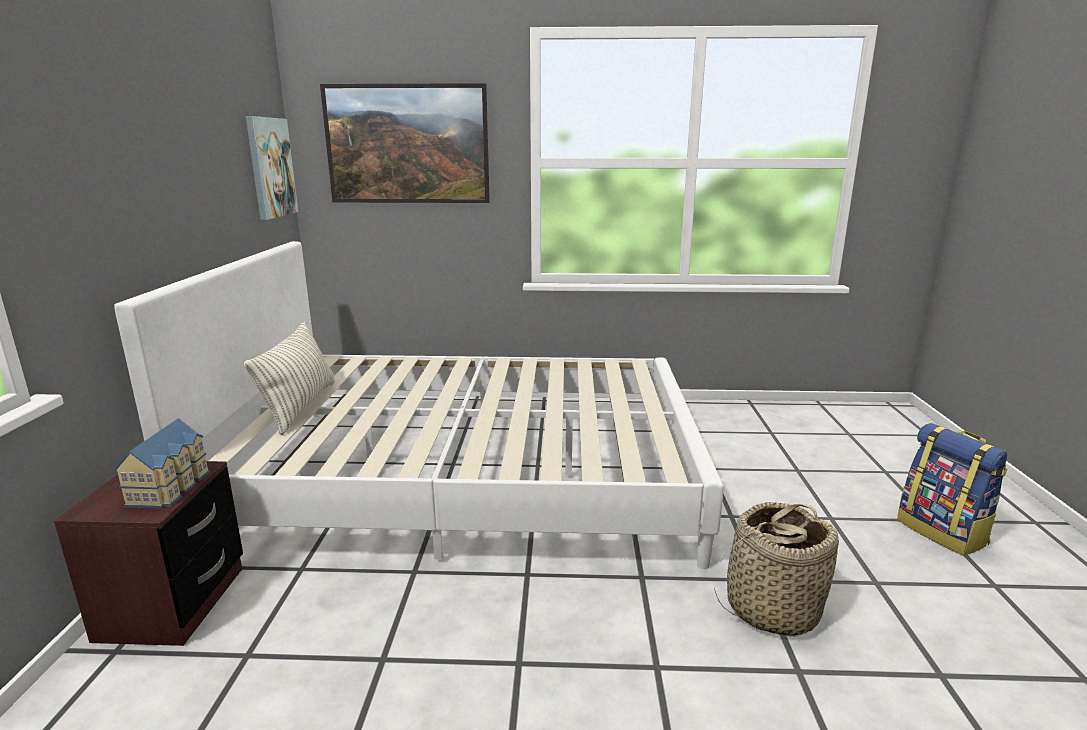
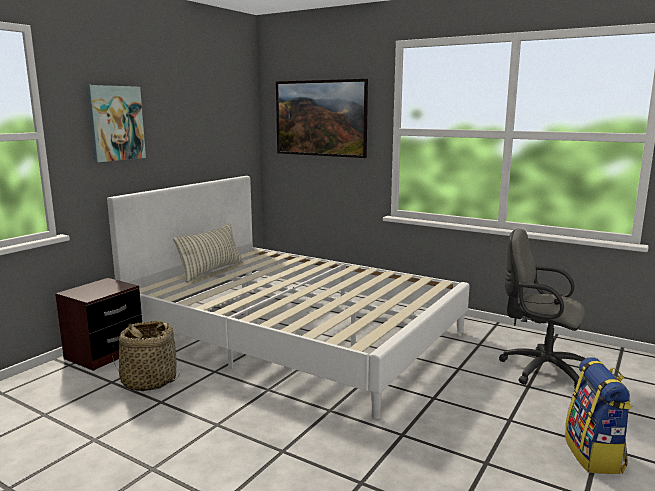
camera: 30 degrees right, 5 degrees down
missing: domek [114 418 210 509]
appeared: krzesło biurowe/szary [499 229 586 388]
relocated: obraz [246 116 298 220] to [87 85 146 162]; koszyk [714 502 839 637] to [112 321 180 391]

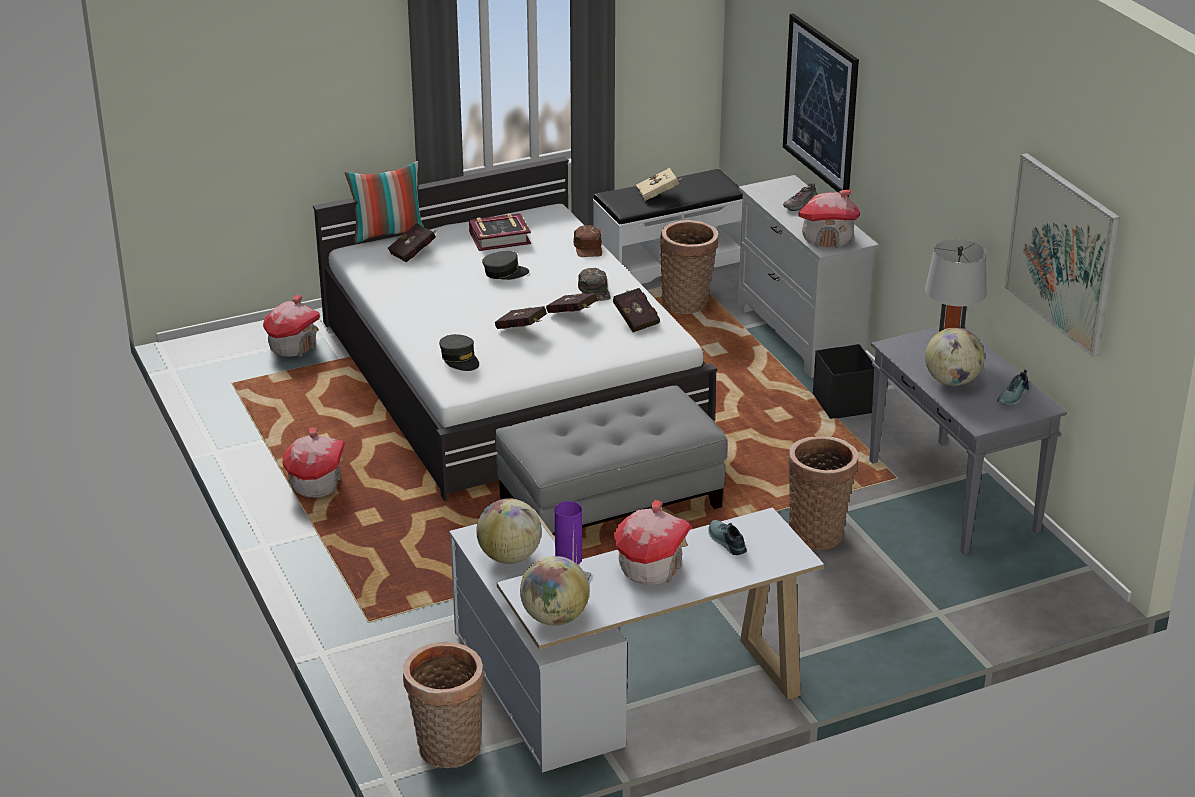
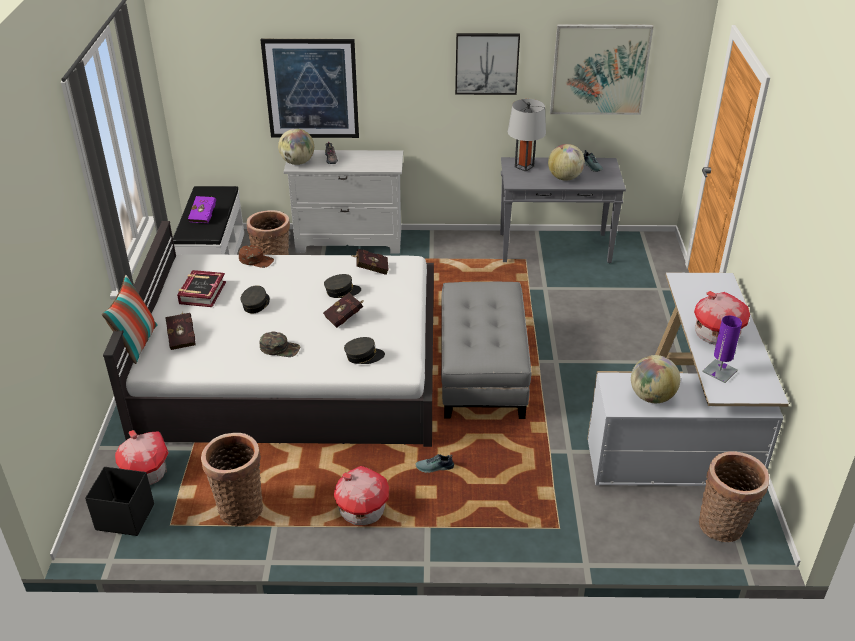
camera: 65 degrees left, 5 degrees up
missing: domek [799 190 860 248]
appeared: obraz [455 33 520 95]
relocated: czapka z daszkiem/zielony [578 268 611 301] to [260 331 300 357]; pojemnik do przechowywania/czarny [813 344 874 419] to [85 467 154 536]; koszyk [788 436 858 550] to [201 433 263 527]; but [708 520 747 555] to [416 454 454 473]; globus [520 556 589 626] to [278 128 314 165]
exchanged: książka/czerwony [546 293 598 313] to czapka z daszkiem/szary [324 274 361 298]
colour: książka/beżowy [636 168 682 201] to książka/fioletowy [188 196 216 223]

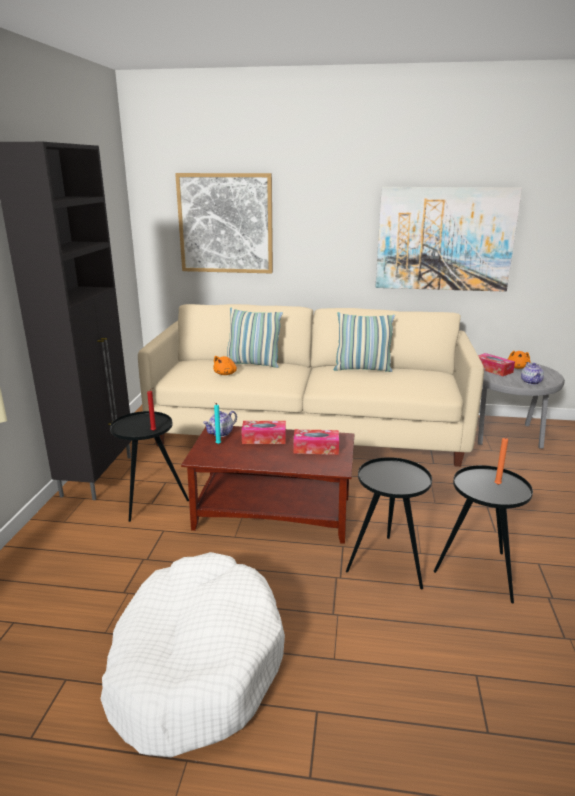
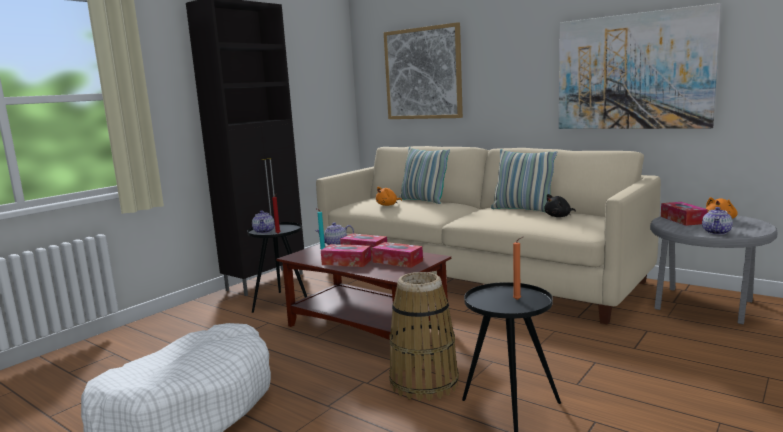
camera: 30 degrees right, 10 degrees down
appeared: pluszak/czarny [544 194 576 217]; imbryk [252 210 275 233]; pudełko chusteczek [321 244 371 267]
exchanged: stolik/czarny [346 457 432 590] to koszyk [389 272 459 401]

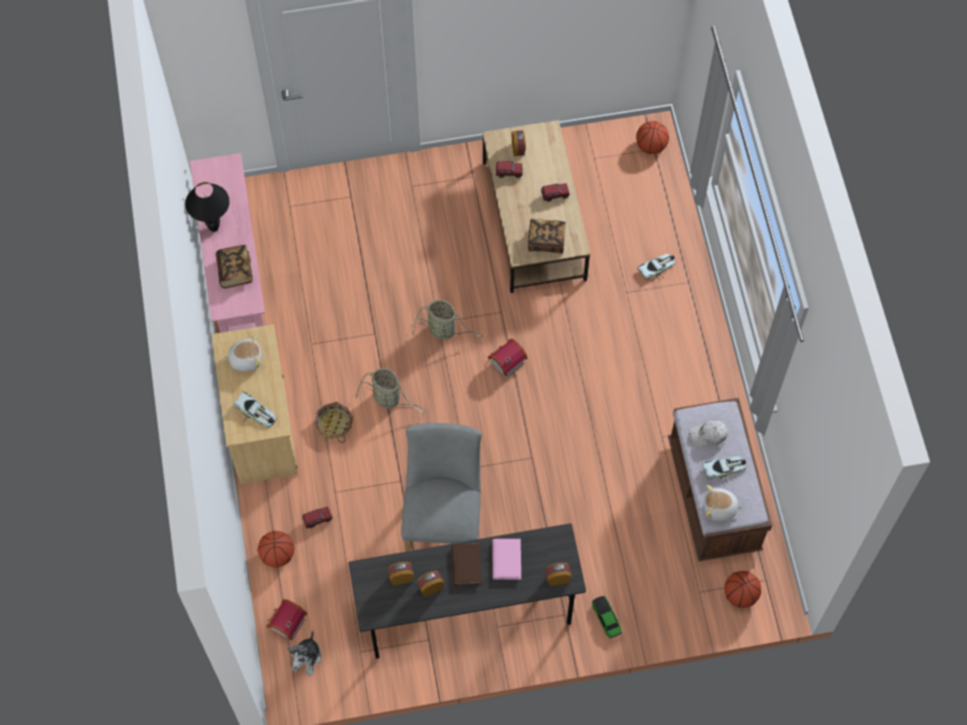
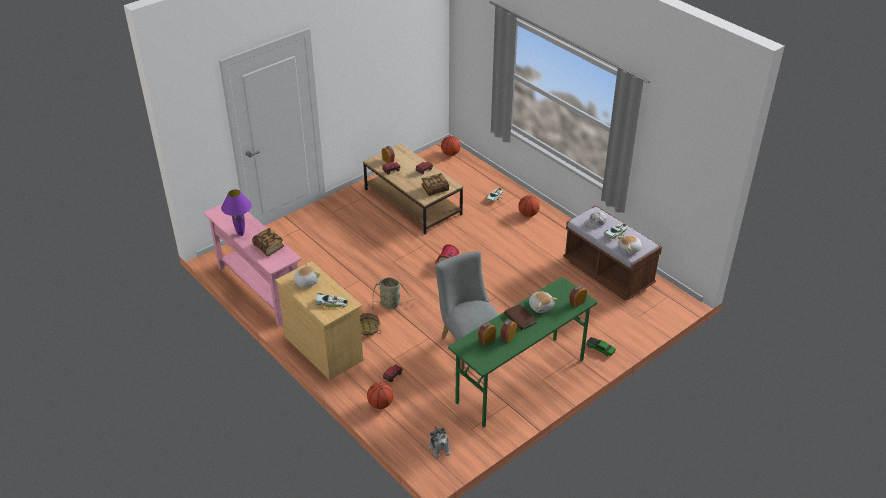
camera: 30 degrees left, 25 degrees down
missing: koszyk [412 300 483 340]; domek [266 599 307 641]
relocated: piłka do koszykówki [724 571 761 608] to [518 195 540 217]
exchanged: książka/różowy [492 539 521 580] to pluszak [529 292 557 313]
colour: lampa stołowa/czarny [185 182 230 232] to lampa stołowa/fioletowy [221 189 252 236]; biurko/szary [348 523 586 659] to biurko/zielony [448 277 597 428]

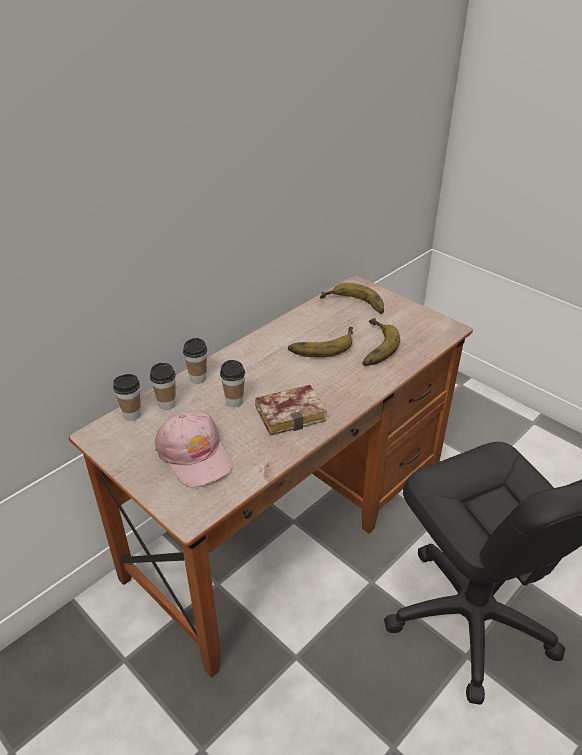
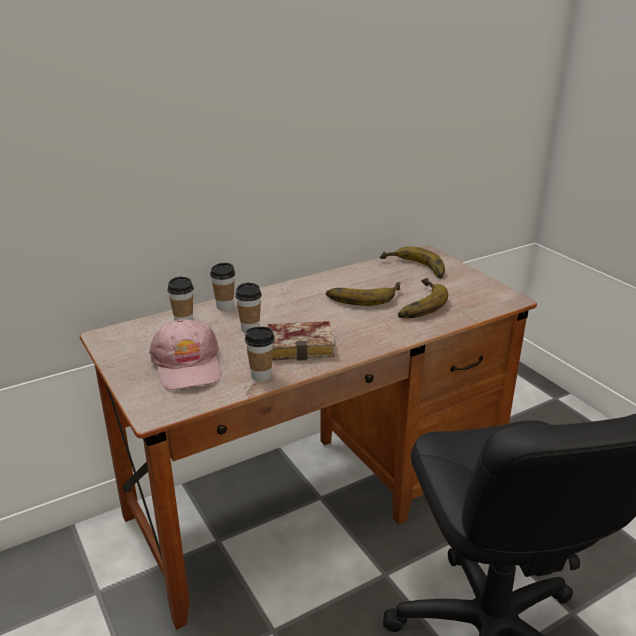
camera: 15 degrees right, 10 degrees down
relocated: filiżanka [113 374 141 421] to [245 327 274 381]

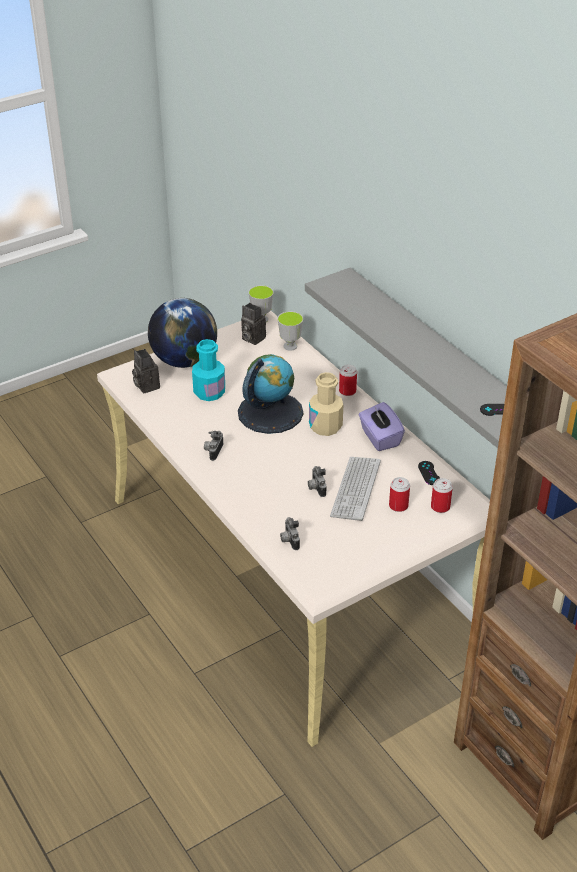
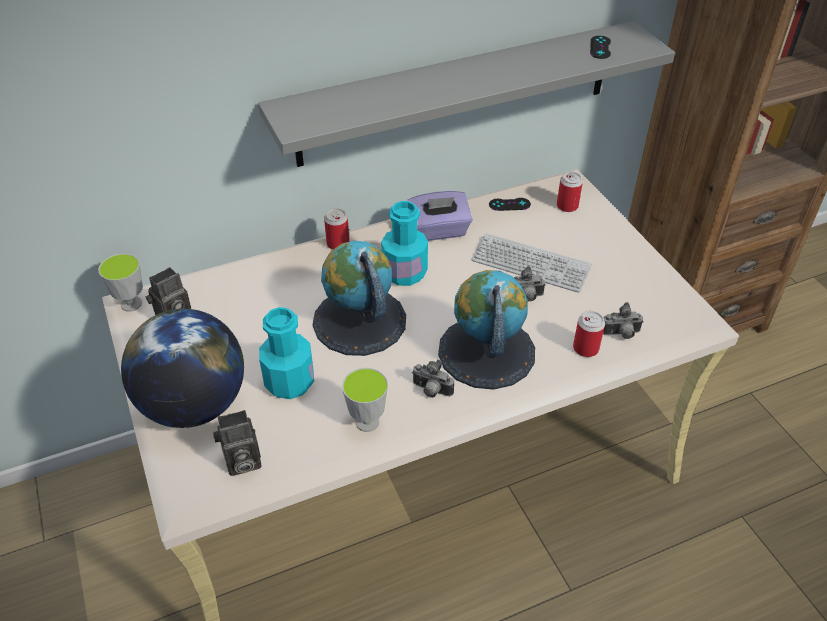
camera: 80 degrees left, 5 degrees up
appeared: globus [438 270 535 390]
relocated: filiżanka [277 311 303 351] to [342 368 388 432]; puszka [389 477 410 512] to [573 311 605 357]
colour: butelka/beżowy [309 372 343 436] to butelka/turkusowy [381 201 428 286]

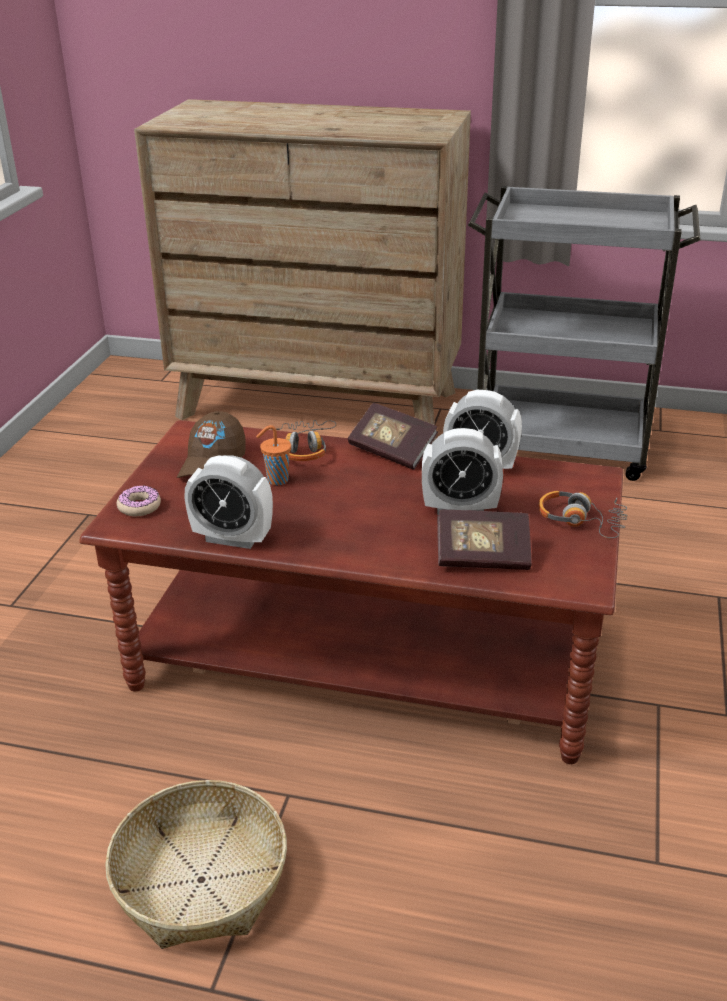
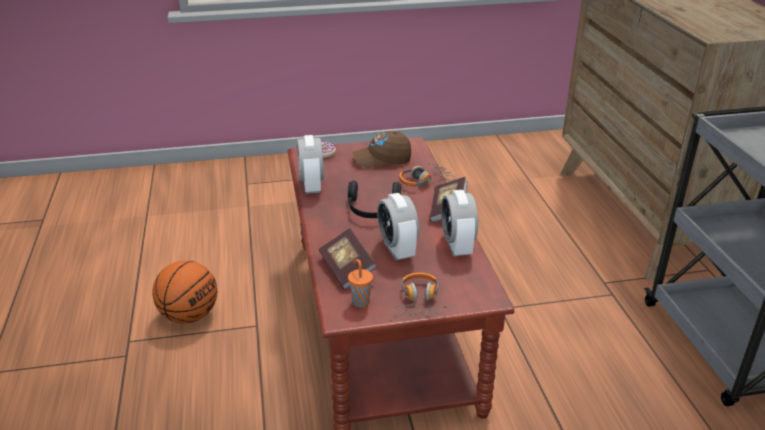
camera: 65 degrees right, 0 degrees up
appeared: słuchawki/czarny [348 181 401 218]
relocated: filiżanka/pomarańczowy [256 425 291 485] to [348 259 373 308]
exchanged: koszyk [105 780 287 949] to piłka do koszykówki [152 260 217 324]

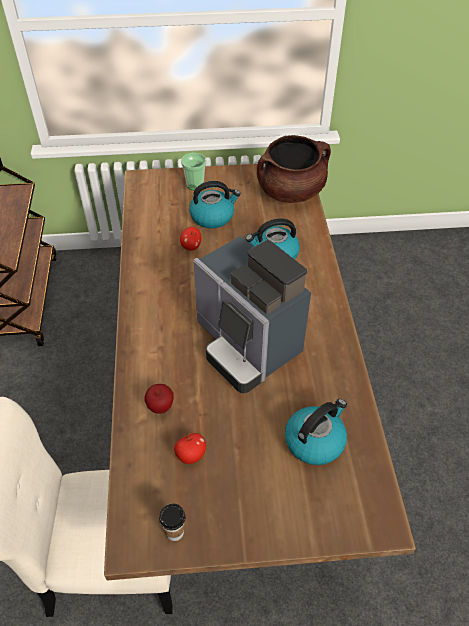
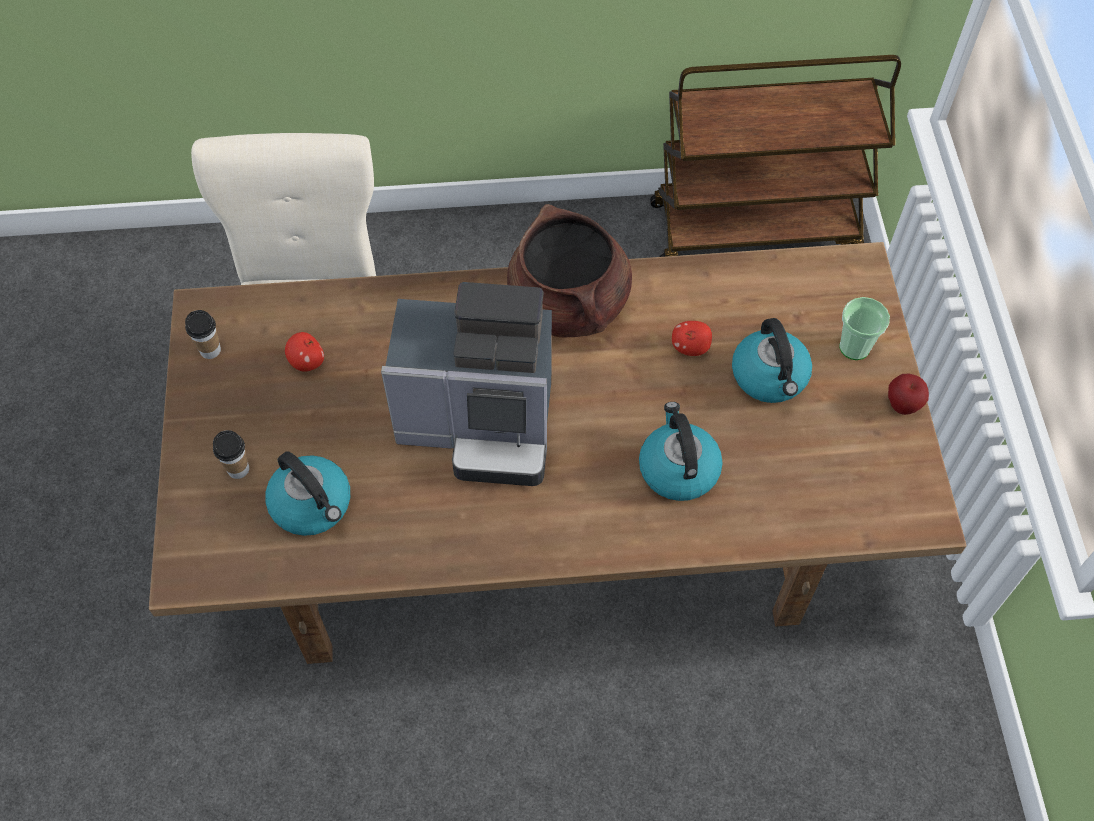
camera: 90 degrees right, 10 degrees up
appeared: filiżanka [213 430 249 479]
relocated: garnek/brązowy [257 135 331 203] to [507 204 632 337]; jabłko [145 384 174 414] to [888 374 929 415]
spun: ekspres do kawy [193 236 311 394] = [381 282 552 486] 135 degrees counterclockwise

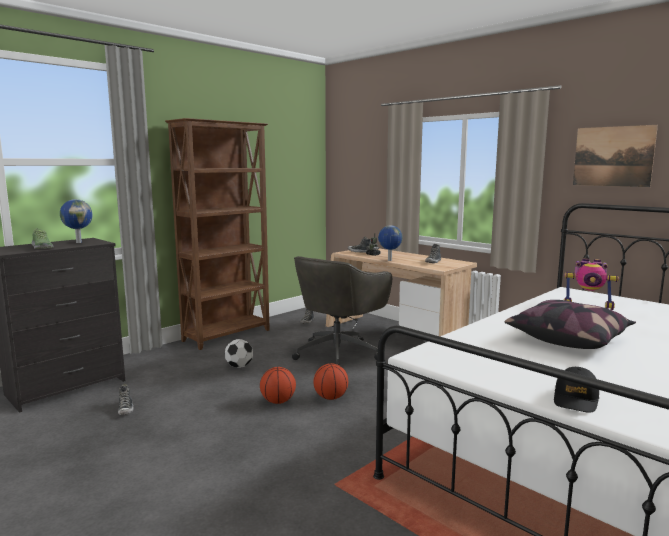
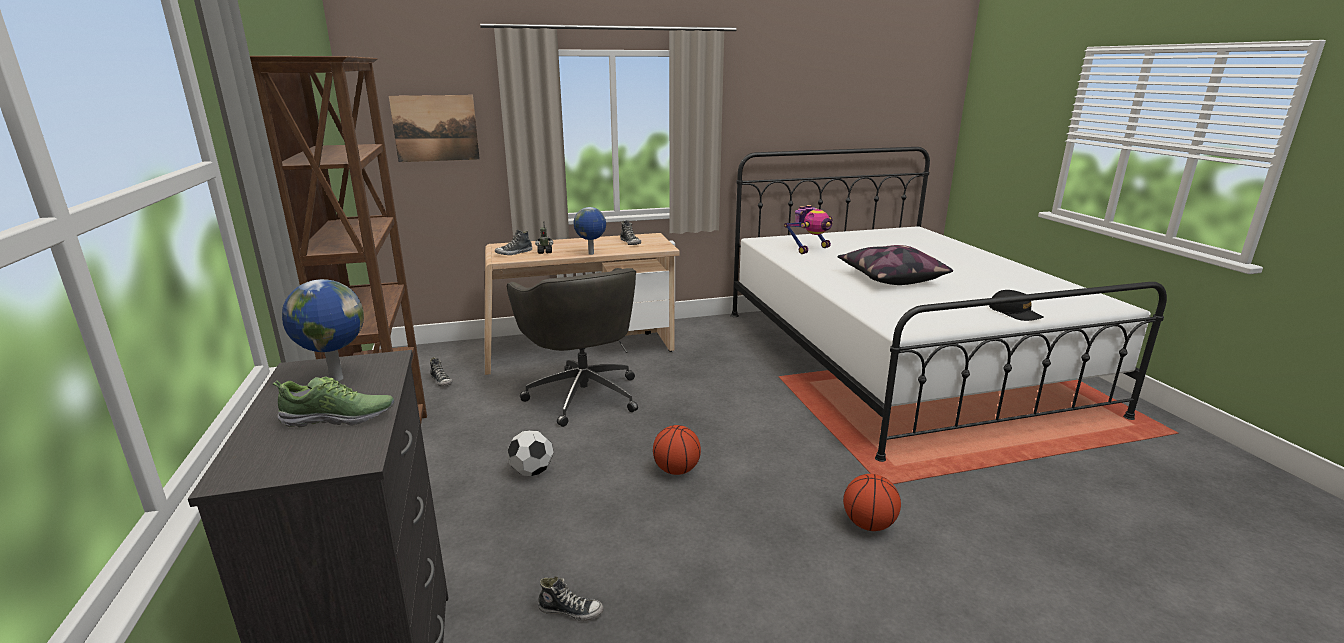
camera: 60 degrees left, 10 degrees up
relocated: obraz [573 125 658 187] to [389 95 480 162]; piłka do koszykówki [314 363 348 400] to [843 474 901 531]

